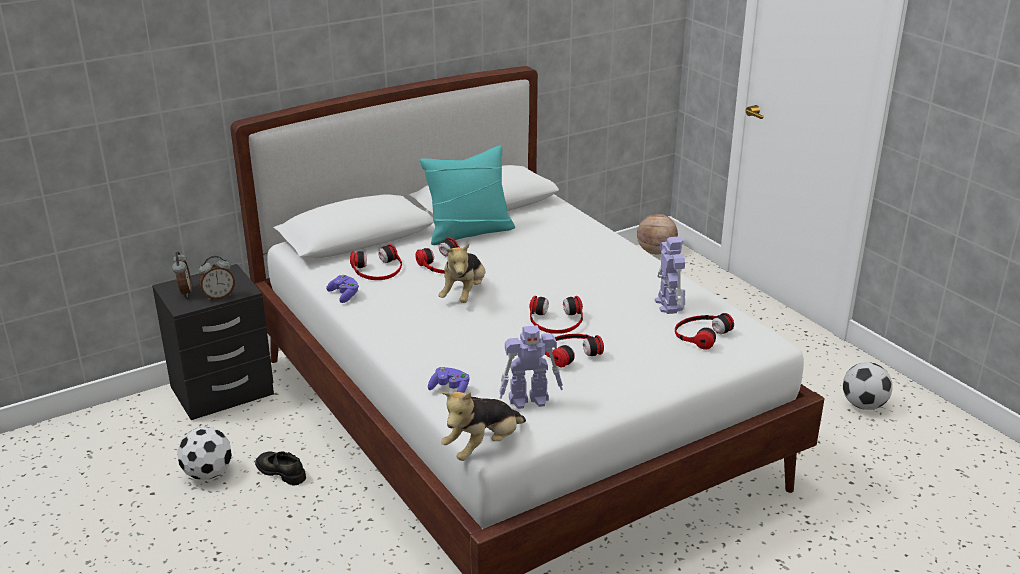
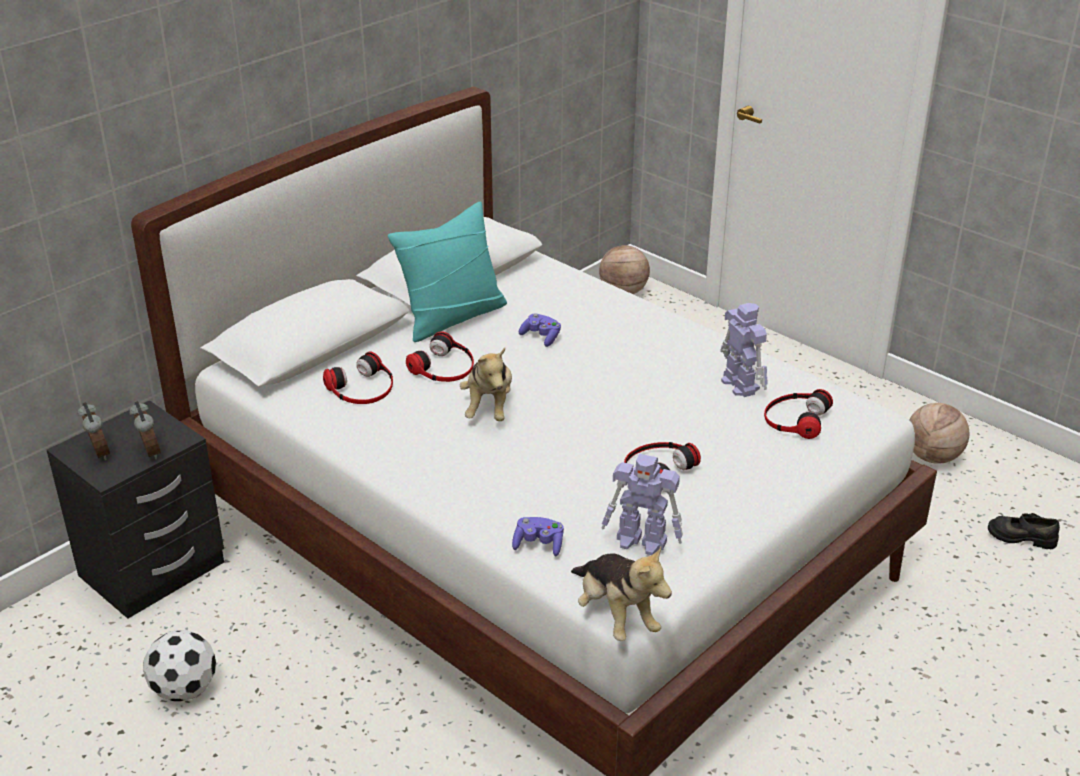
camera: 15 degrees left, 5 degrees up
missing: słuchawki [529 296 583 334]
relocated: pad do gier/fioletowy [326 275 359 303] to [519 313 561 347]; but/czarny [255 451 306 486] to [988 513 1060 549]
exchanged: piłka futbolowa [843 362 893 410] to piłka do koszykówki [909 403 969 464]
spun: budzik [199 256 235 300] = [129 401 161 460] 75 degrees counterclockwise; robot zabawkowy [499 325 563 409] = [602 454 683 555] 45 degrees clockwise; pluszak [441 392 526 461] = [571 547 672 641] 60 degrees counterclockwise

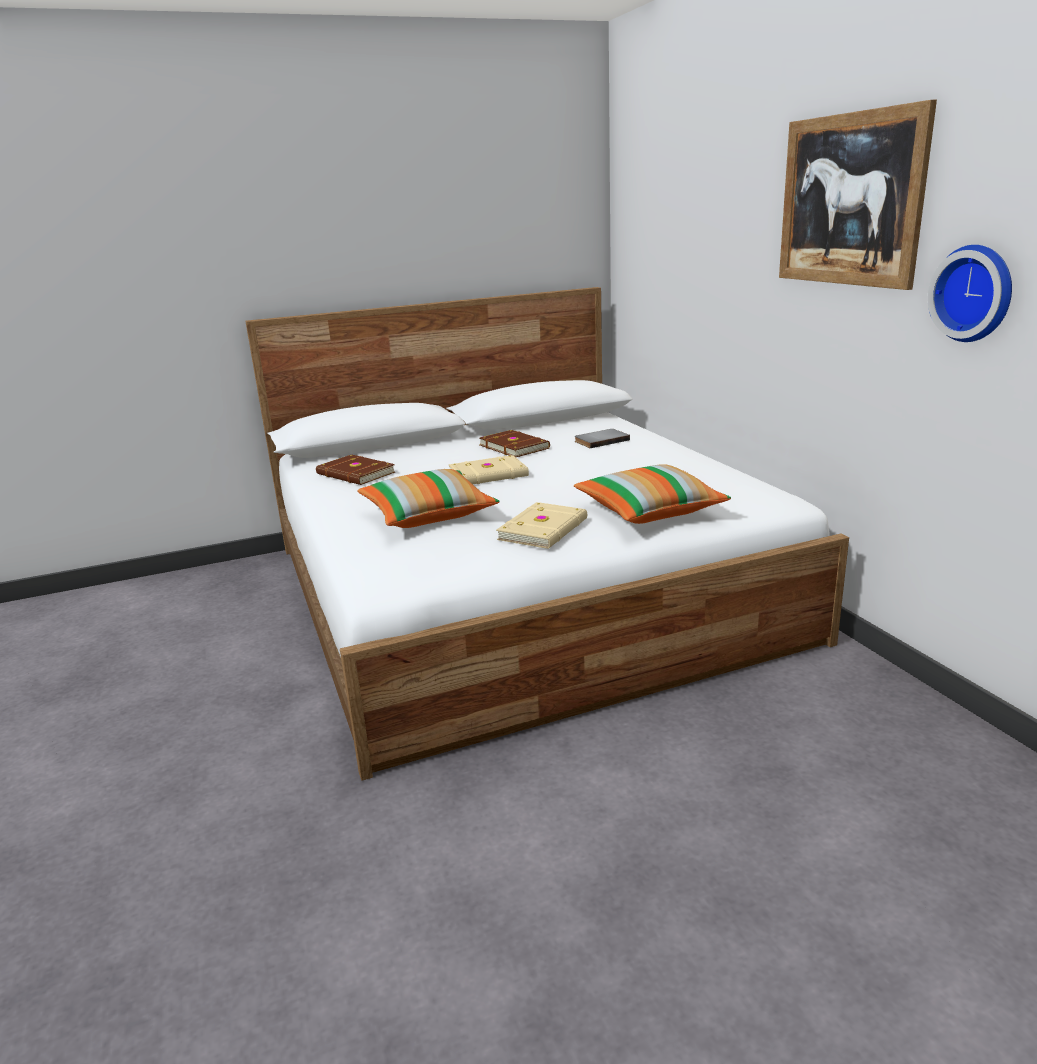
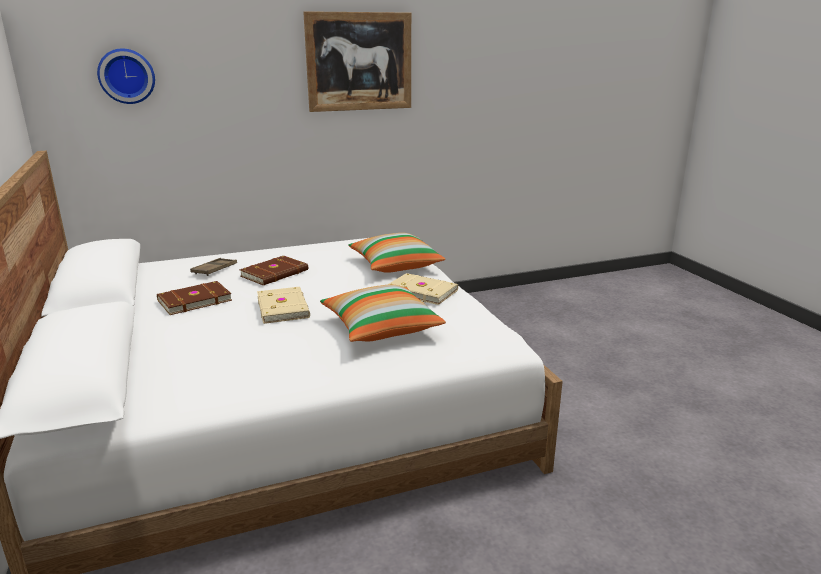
camera: 90 degrees left, 0 degrees up
relocated: zegar ścienny [928 245 1012 342] to [97 48 155 104]; książka/brązowy [316 455 395 485] to [239 256 308 285]
exchanged: książka/szary [574 429 630 448] to taca/brązowy [190 258 237 276]

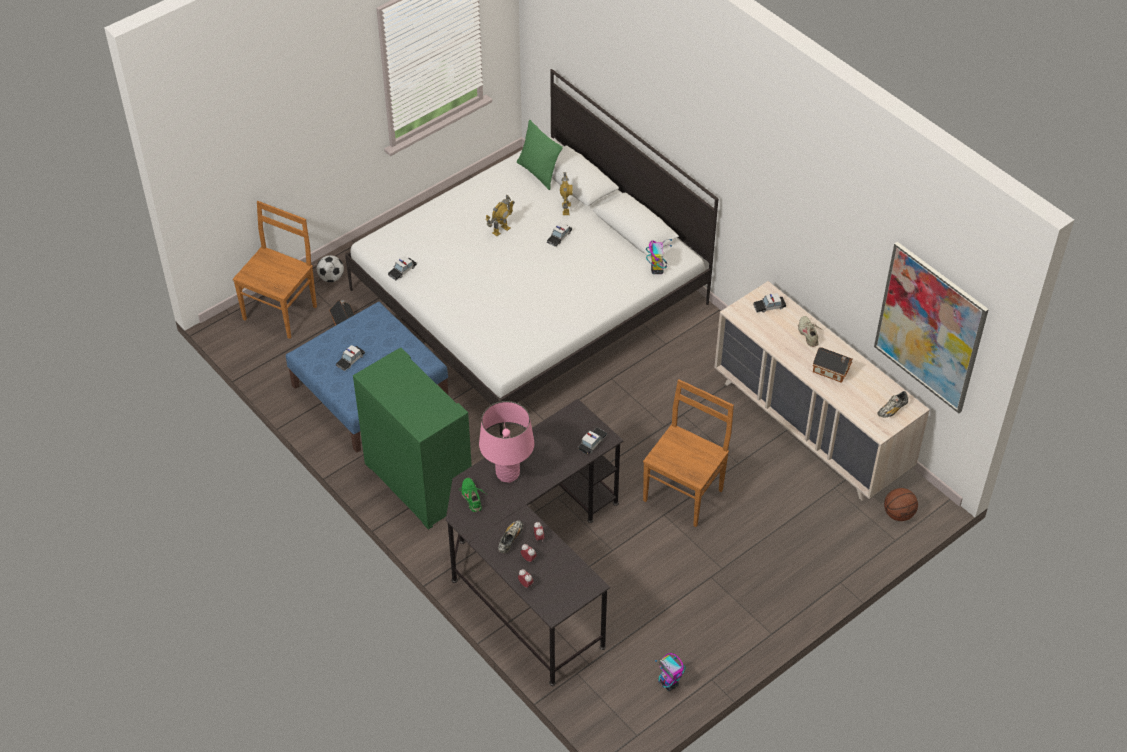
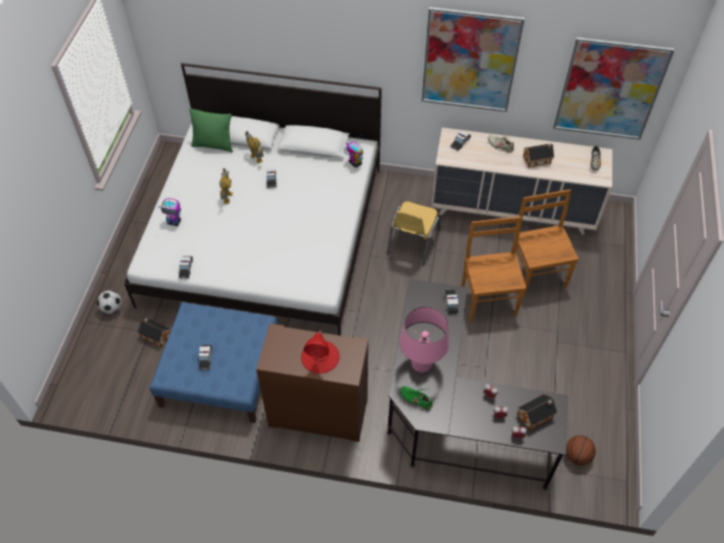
camera: 40 degrees left, 5 degrees up
missing: but [498 520 523 553]
appeared: obraz [422 7 525 112]; krzesło/żółty [387 201 440 266]; lampa stołowa/czerwony [301 331 340 374]; domek [517 394 557 430]
relocated: krzesło/brązowy [233 201 317 339] to [513 189 579 296]; piłka do koszykówki [884 488 918 521] to [566 435 596 465]; robot zabawkowy [655 653 686 691] to [159 198 181 226]
colour: szafka/zielony [353 348 472 530] to szafka/brązowy [256 323 368 442]

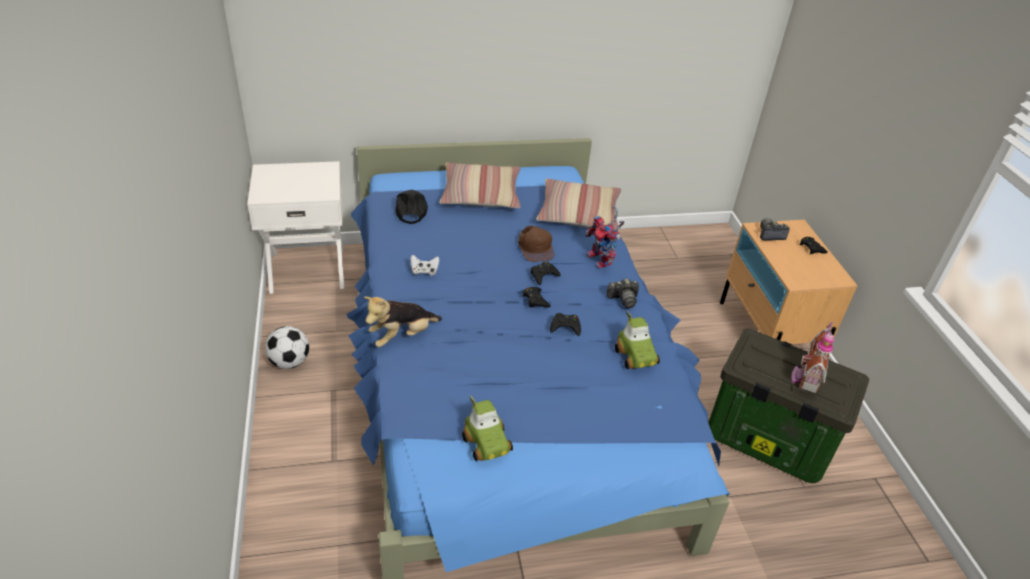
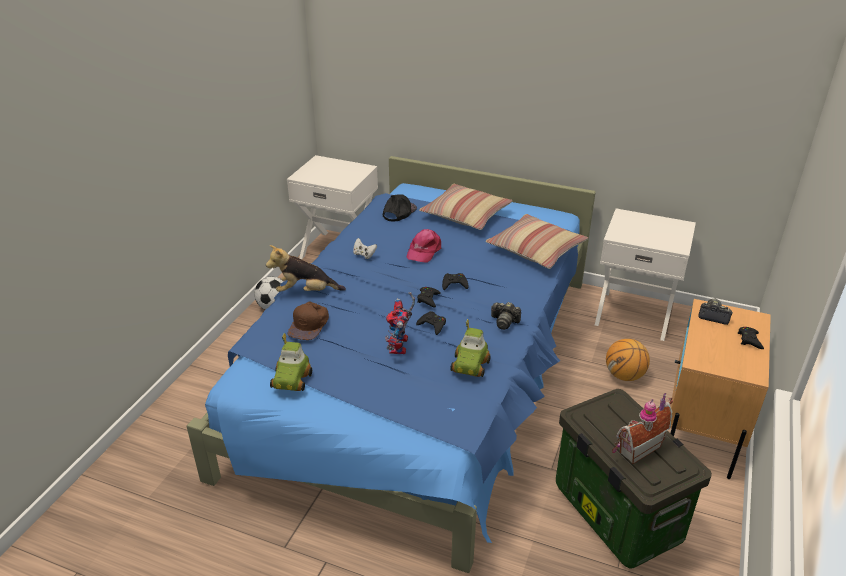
camera: 35 degrees right, 5 degrees down
appeared: szafka nocna/biały [595 208 696 341]; czapka z daszkiem/różowy [407 229 442 263]; piłka do koszykówki [606 339 650 381]
relocated: robot zabawkowy [585 206 625 268] to [385 292 415 354]; czapka z daszkiem/brązowy [518 226 554 262] to [288 302 329 340]

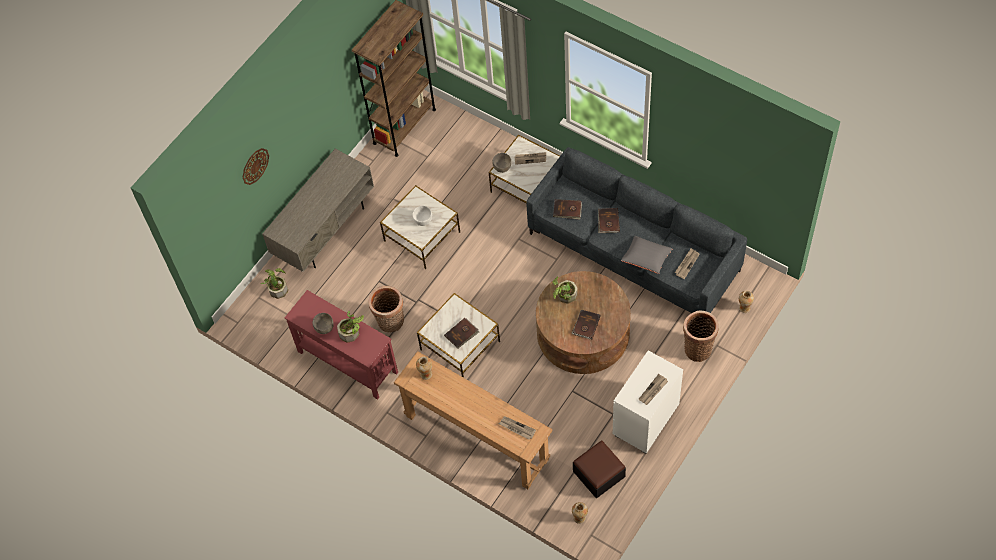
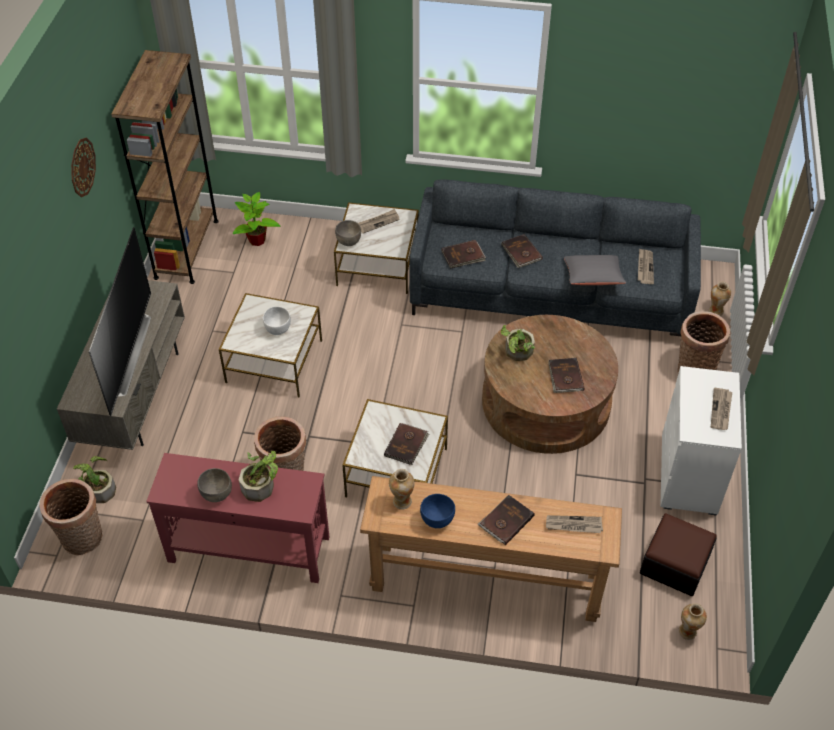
camera: 30 degrees left, 10 degrees down
appeared: roślina doniczkowa [233 192 280 246]; telewizor [89 227 151 416]; koszyk [40 479 102 555]; miska/niebieski [420 494 455 528]; książka/brązowy [478 495 535 545]
relocated: zegar ścienny [243 148 269 185] to [71 138 96 197]

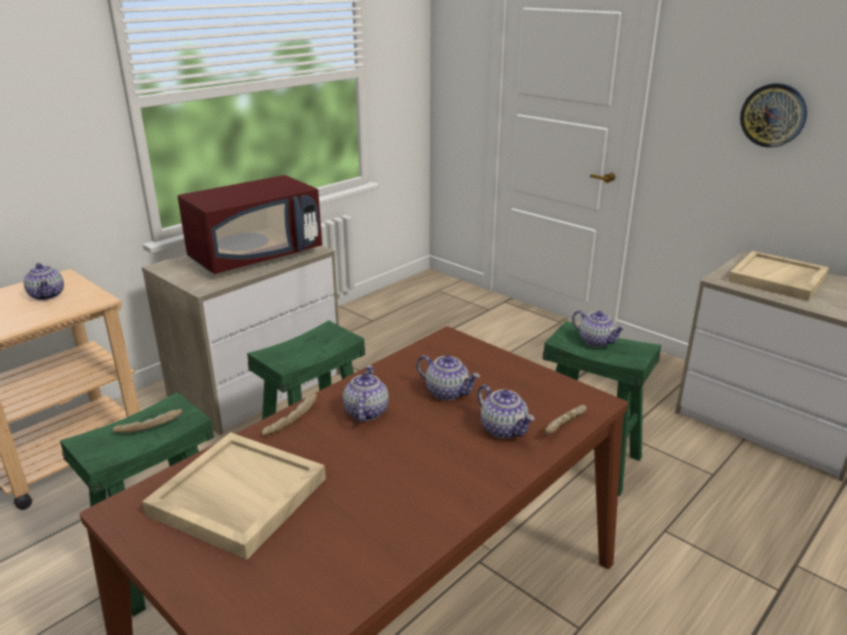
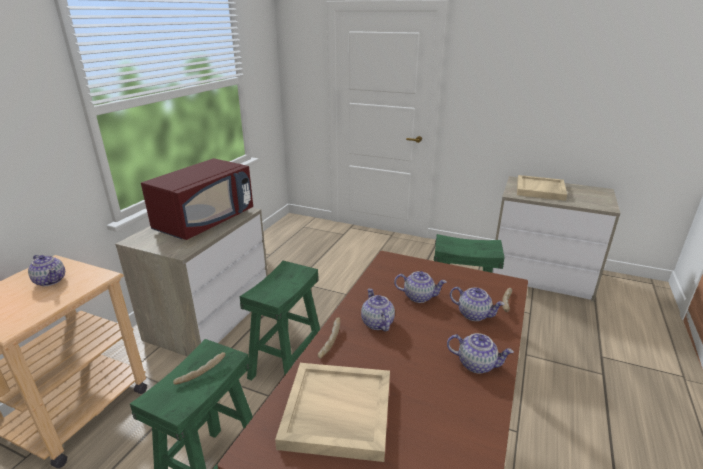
camera: 20 degrees left, 0 degrees up
missing: zegar ścienny [740 83 807 148]
relocated: imbryk [572 310 626 347] to [447 333 514 374]

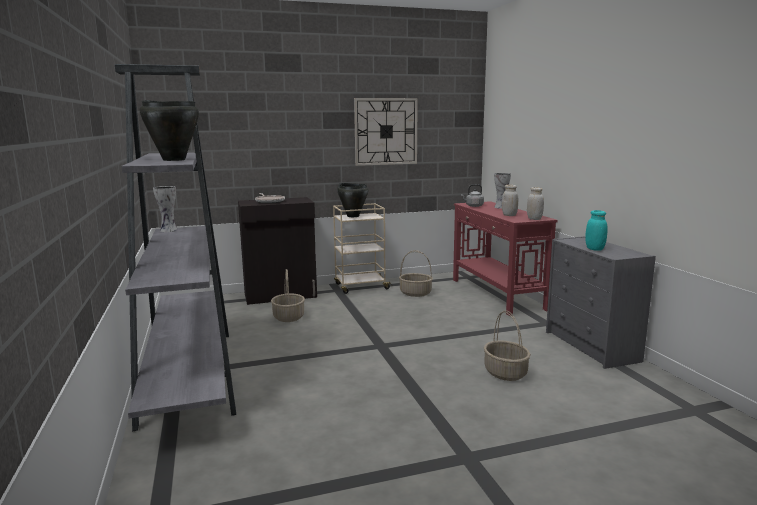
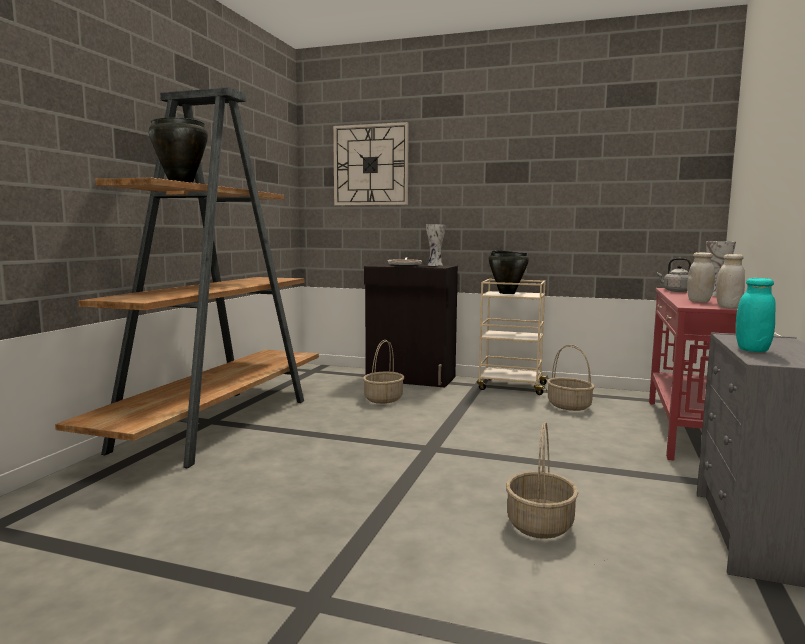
camera: 35 degrees right, 5 degrees down
relocated: zegar ścienny [354 98 418 166] to [333 122 409 205]; wazon [153 186 178 232] to [426 224 446 266]
colour: regał/szary [115 64 236 431] to regał/brązowy [55 87 319 468]

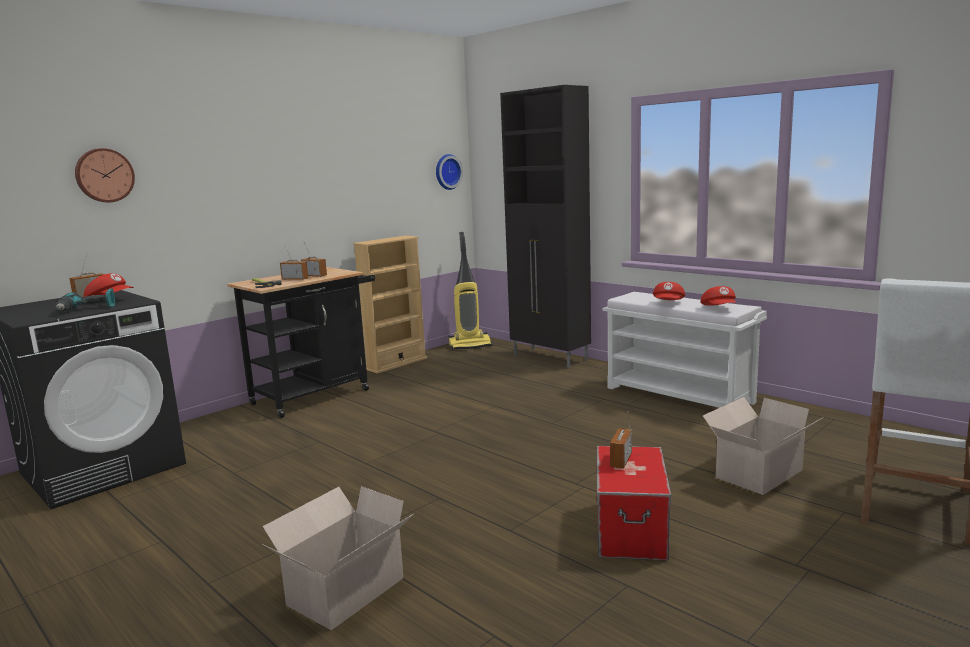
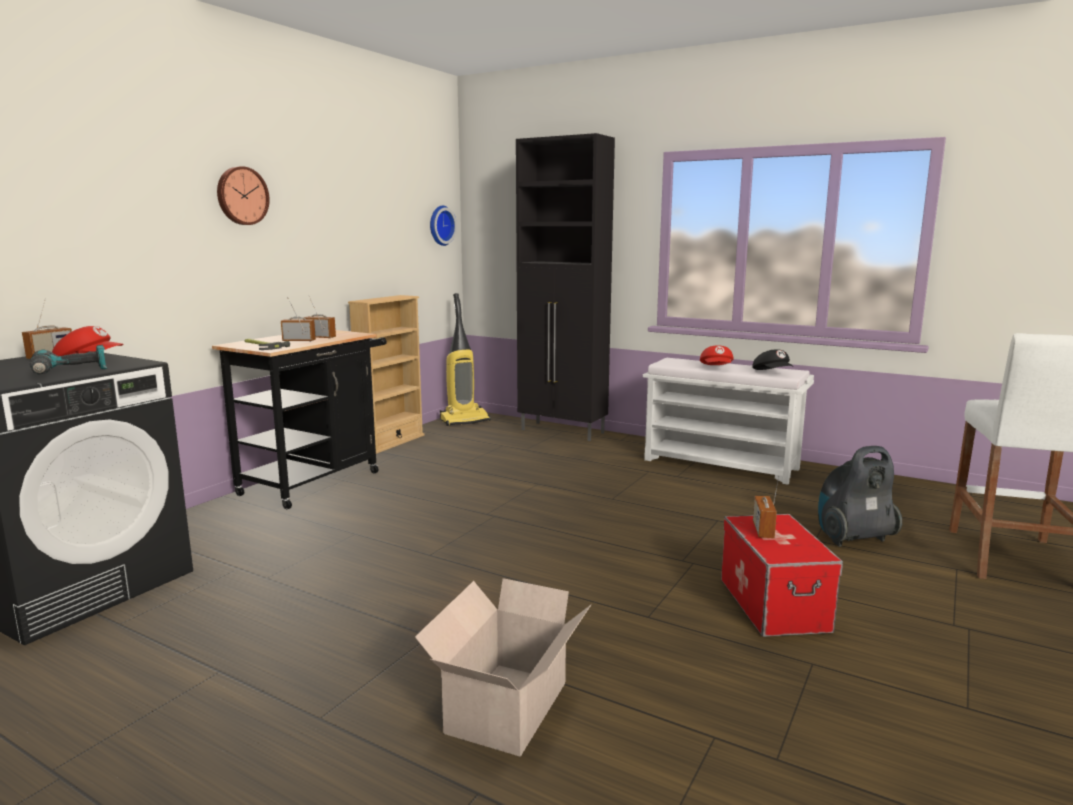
camera: 15 degrees left, 0 degrees up
relocated: zegar ścienny [75 148 135 202] to [217 166 270 225]
exchanged: karton [703 397 824 495] to odkurzacz [818 446 902 547]
colour: czapka z daszkiem/czerwony [700 286 736 306] to czapka z daszkiem/czarny [752 349 794 370]

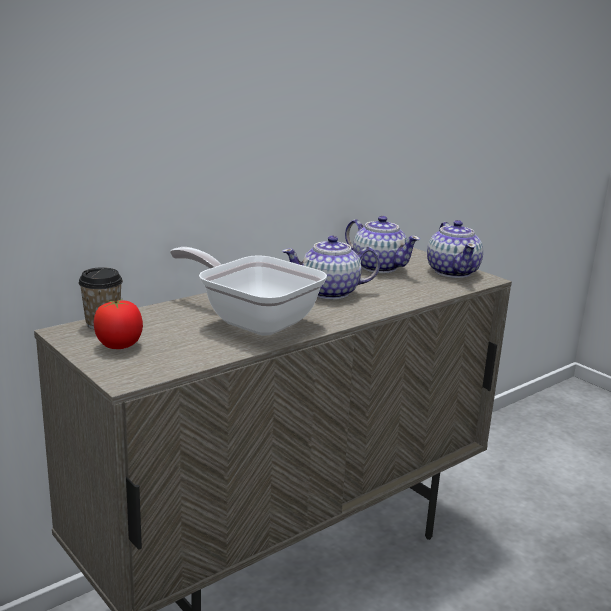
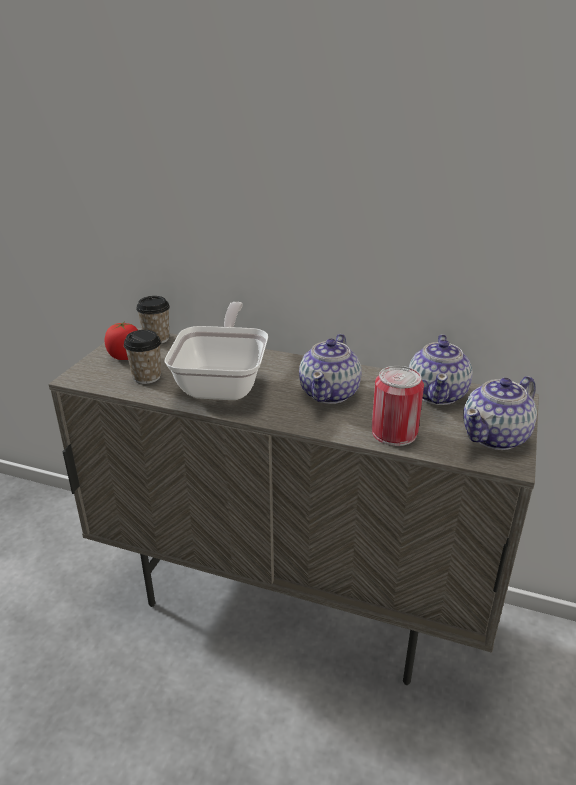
camera: 60 degrees right, 10 degrees up
appeared: filiżanka [124 330 161 384]; puszka [372 366 424 446]
spun: imbryk [282 236 380 300] = [299 334 362 404] 120 degrees counterclockwise

